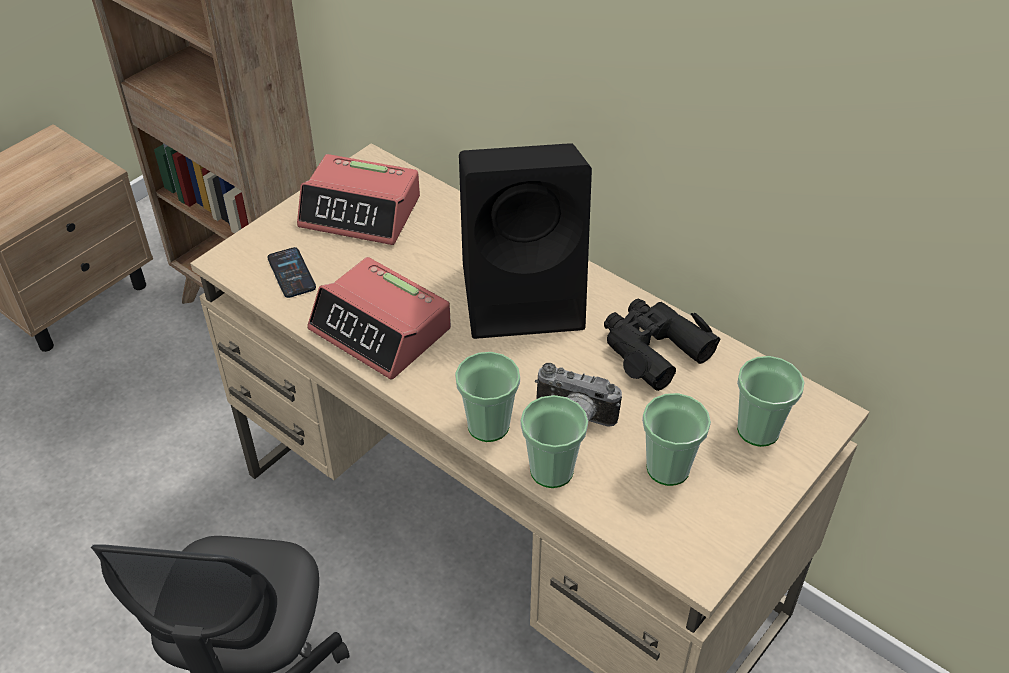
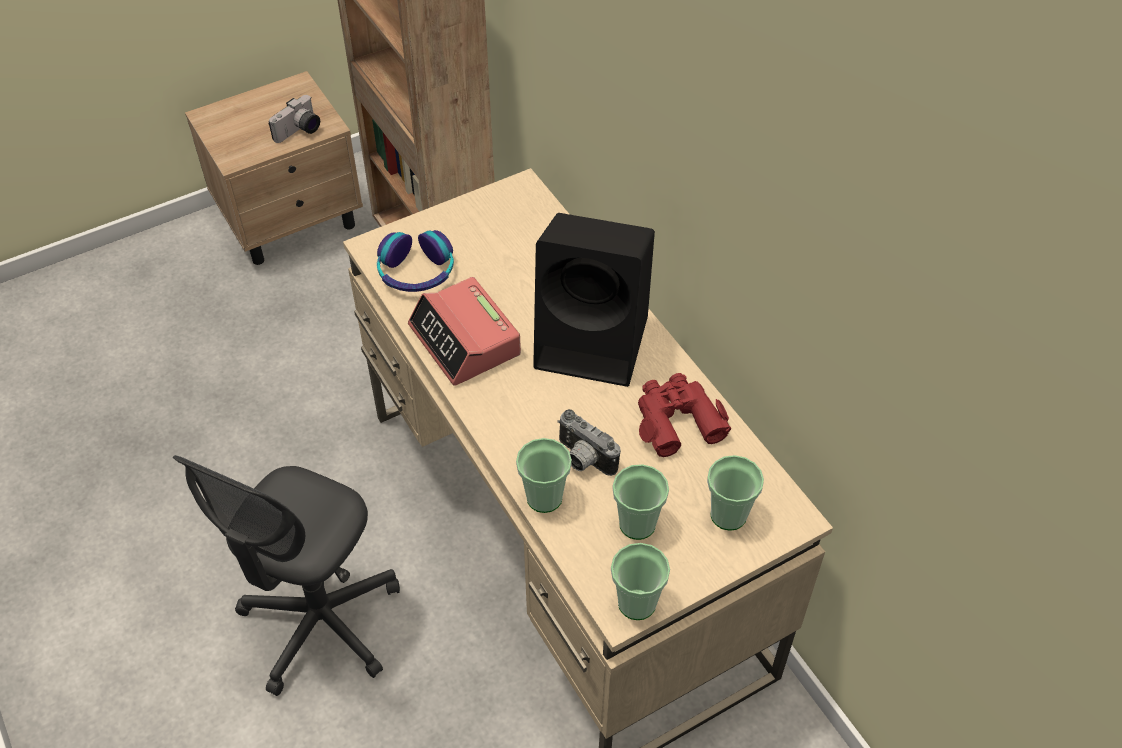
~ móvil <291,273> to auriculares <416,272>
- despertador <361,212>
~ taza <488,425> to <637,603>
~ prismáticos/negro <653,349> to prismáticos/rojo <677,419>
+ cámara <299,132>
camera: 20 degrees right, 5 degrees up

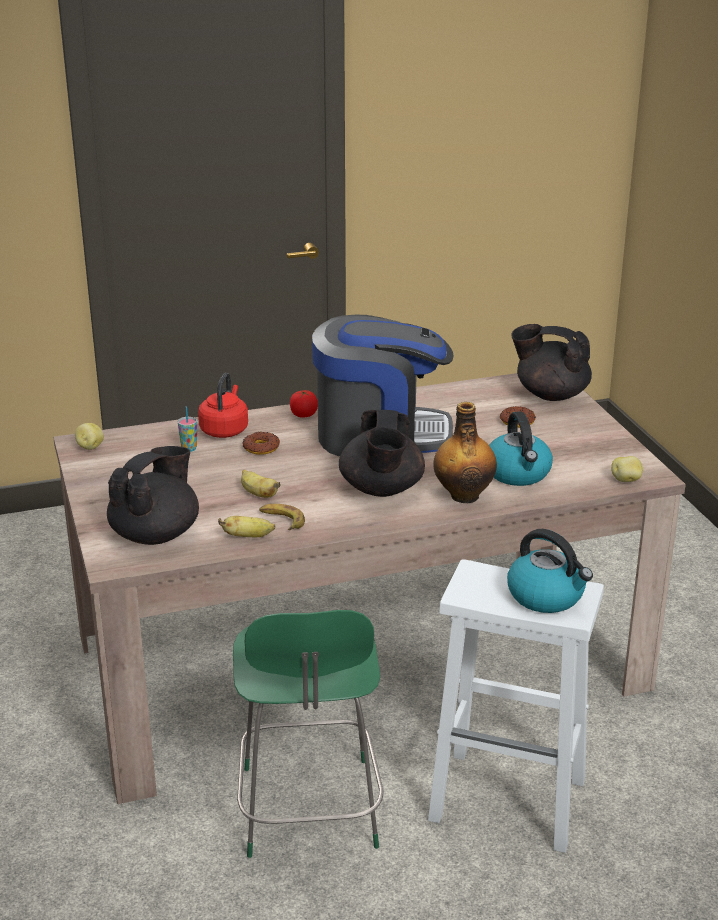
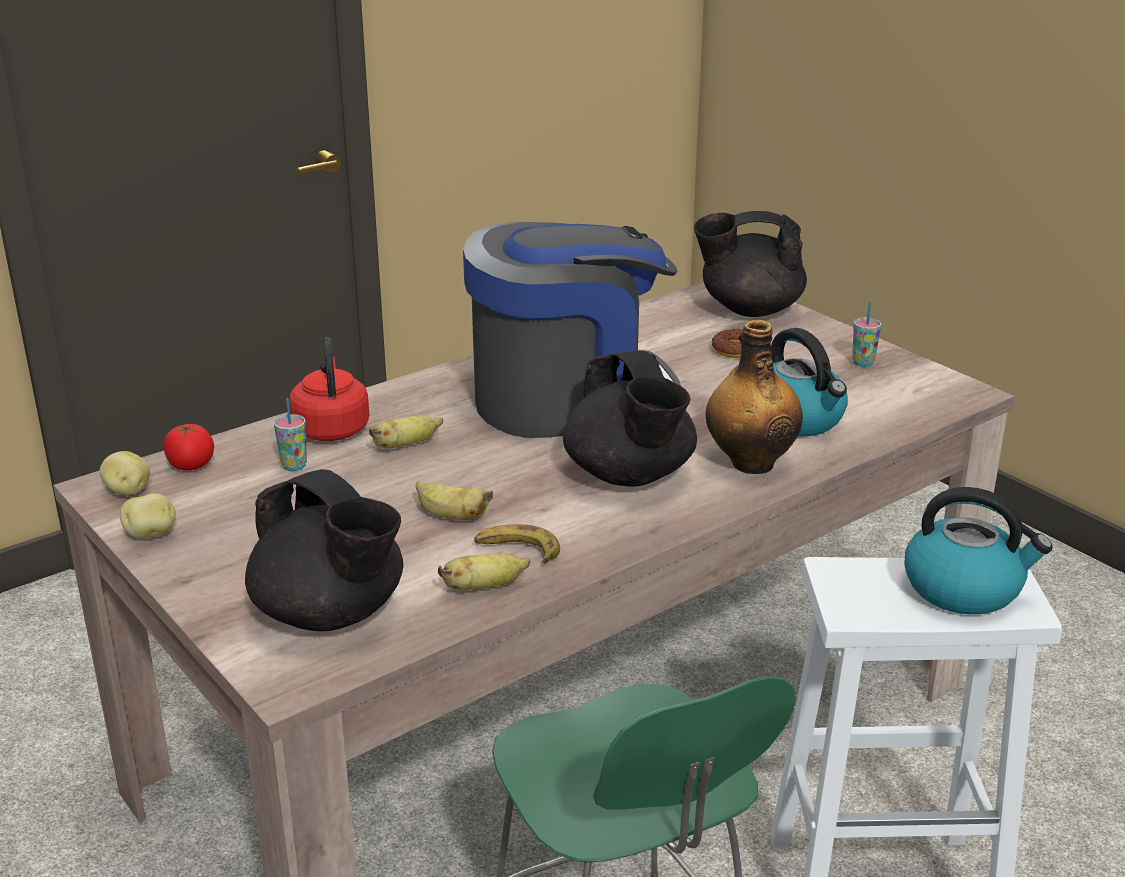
~ tetera/negro <156,534> = <331,614> 120 degrees clockwise
~ rosquilla <261,448> to plátano <406,445>
~ tomate <303,414> to <191,465>
~ patata <626,480> to <151,534>
+ taza <863,363>
camera: 20 degrees left, 0 degrees up

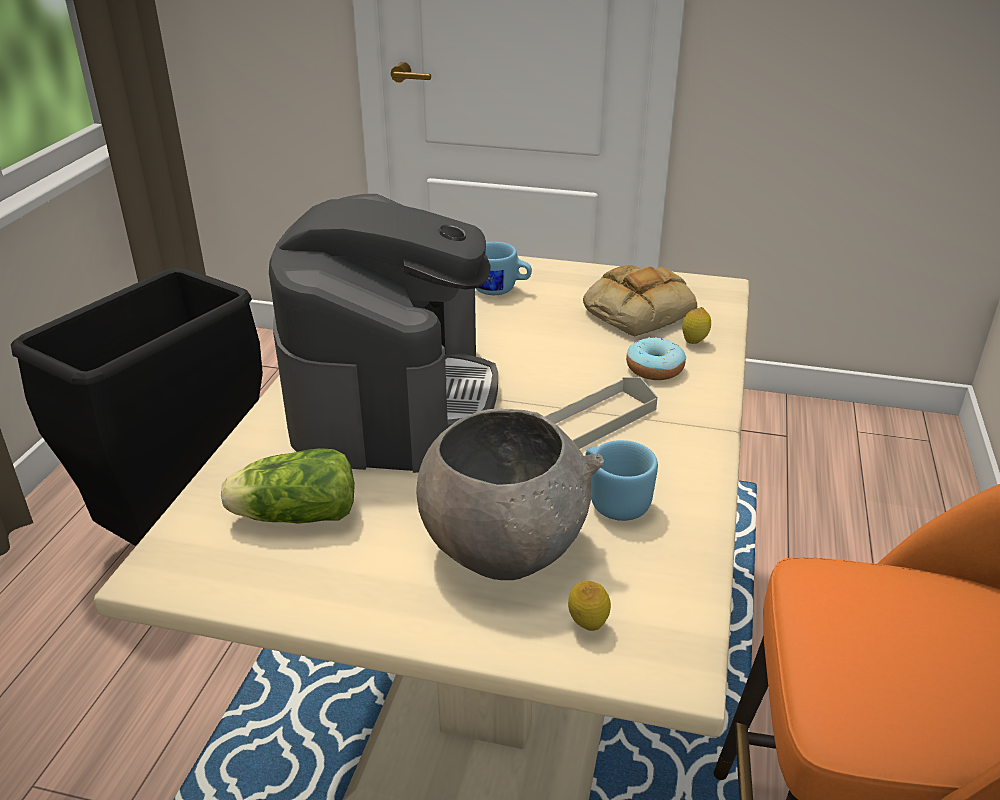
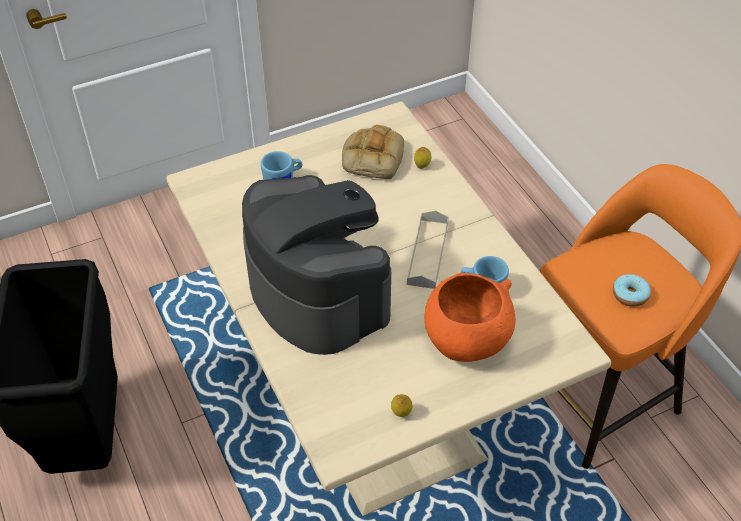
- lechuga <292,515>
~ cuenco/gris <503,548> to cuenco/naranja <466,342>
~ limón <587,626> to <401,414>
~ rosquilla <654,369> to <630,295>
camera: 40 degrees left, 15 degrees up

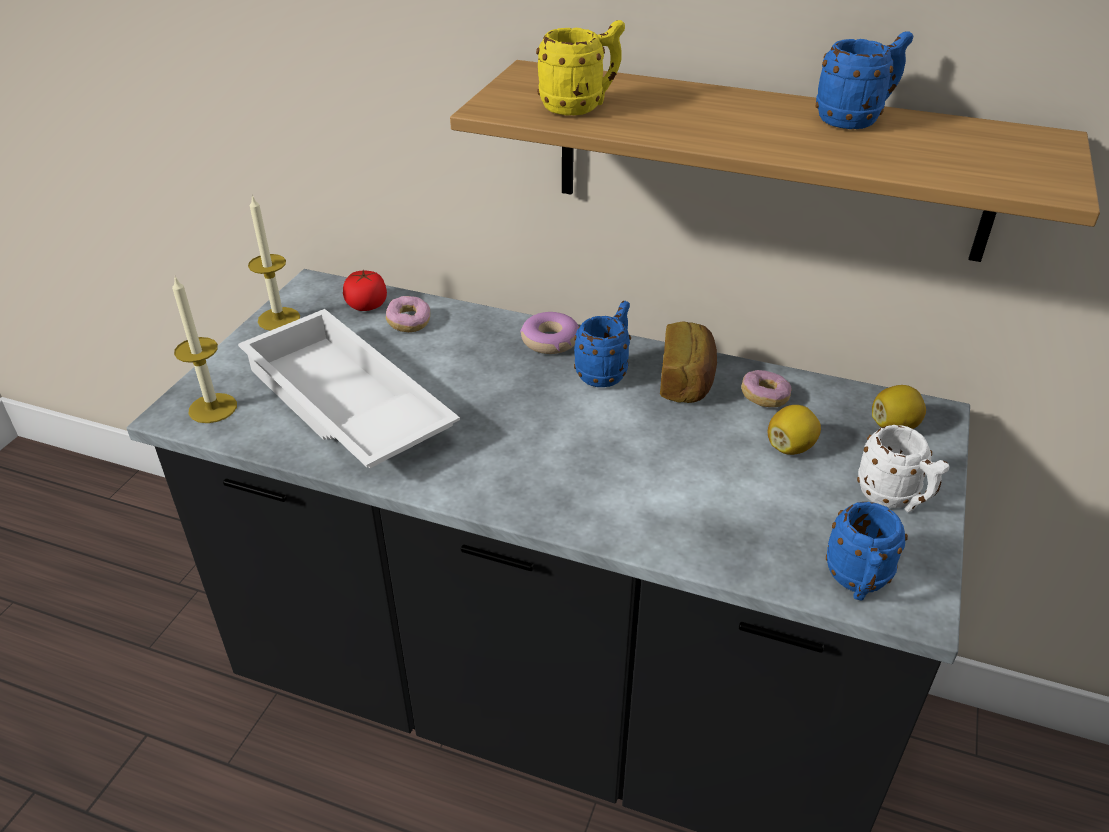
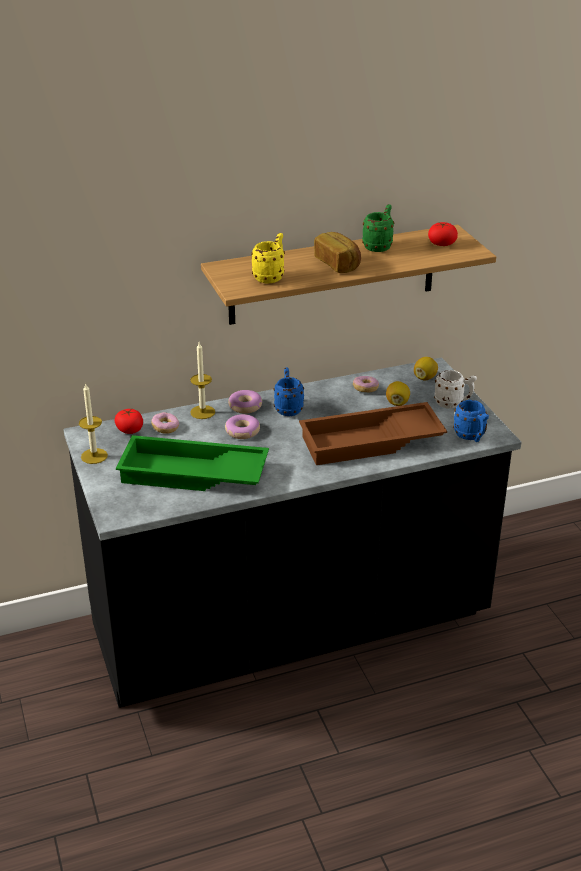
~ vela <213,408> to <202,412>
~ bandeja/blanco <343,406> to bandeja/verde <192,475>
~ pan <687,380> to <338,264>
~ taza grande/azul <856,120> to taza grande/verde <379,246>
+ rosquilla <242,431>
+ bandeja/marrón <371,443>
+ tomate <441,244>
camera: 40 degrees left, 5 degrees down

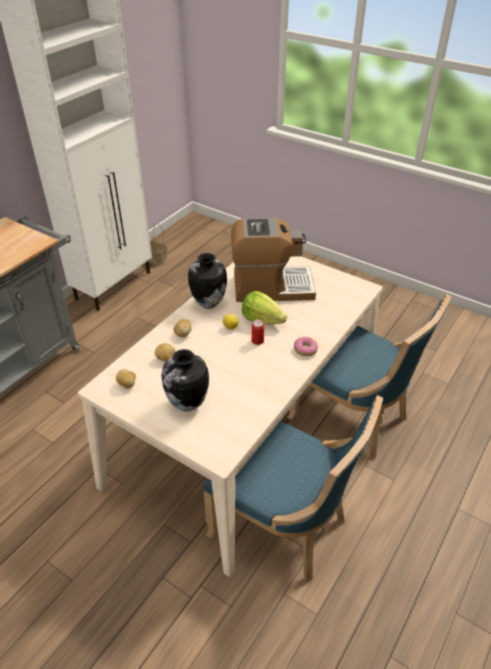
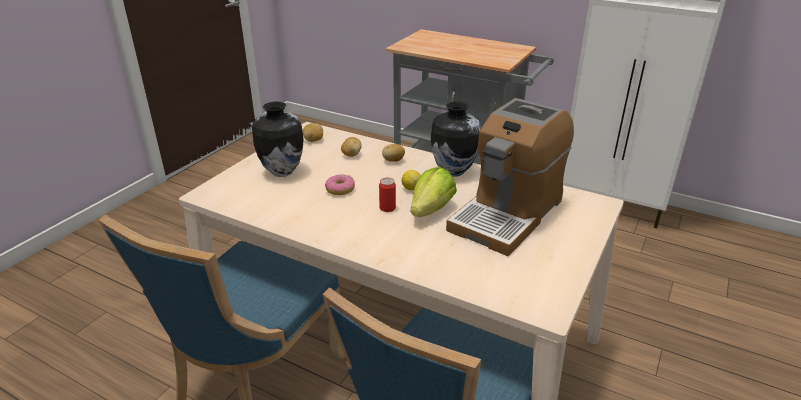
- cesta <157,259>
~ cafetera <271,287> = <507,214> 45 degrees clockwise
~ rosquilla <305,349> to <340,189>
camera: 85 degrees right, 10 degrees down

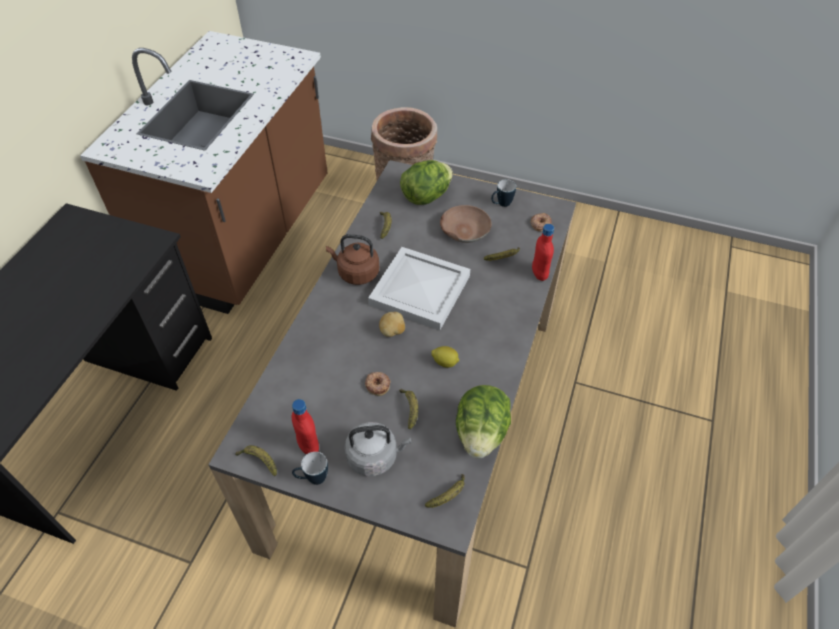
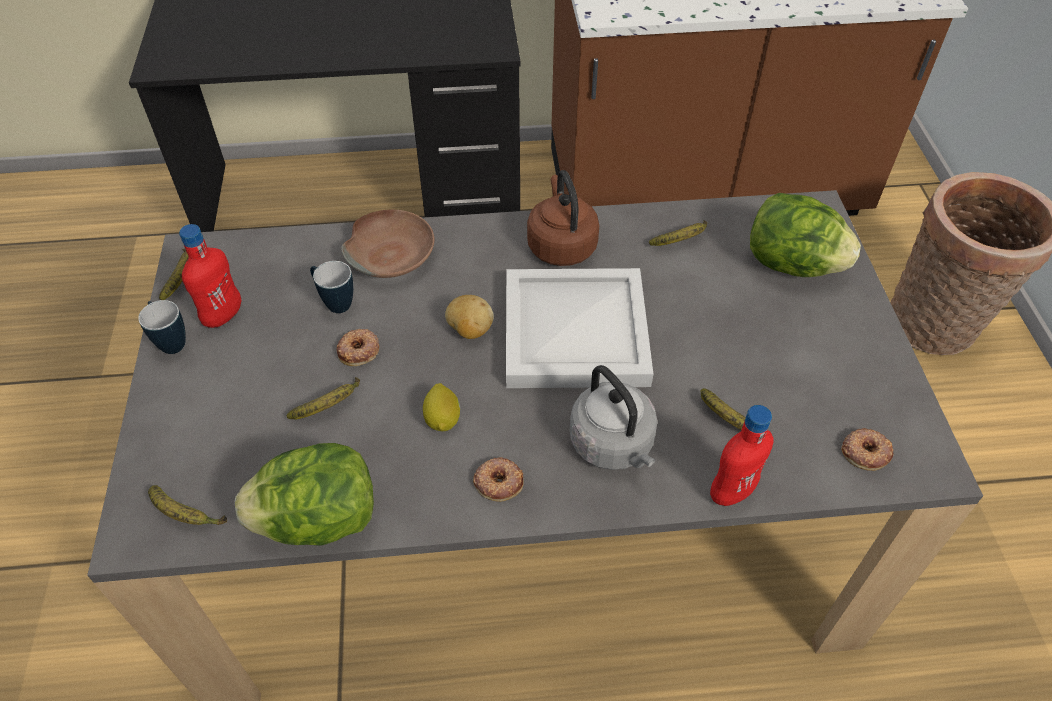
~ hervidor/gris <375,457> to <614,445>
~ cuenco/marrón <464,230> to <391,255>
~ taza grande <501,204> to <334,303>
+ rosquilla <498,481>
camera: 65 degrees right, 0 degrees up

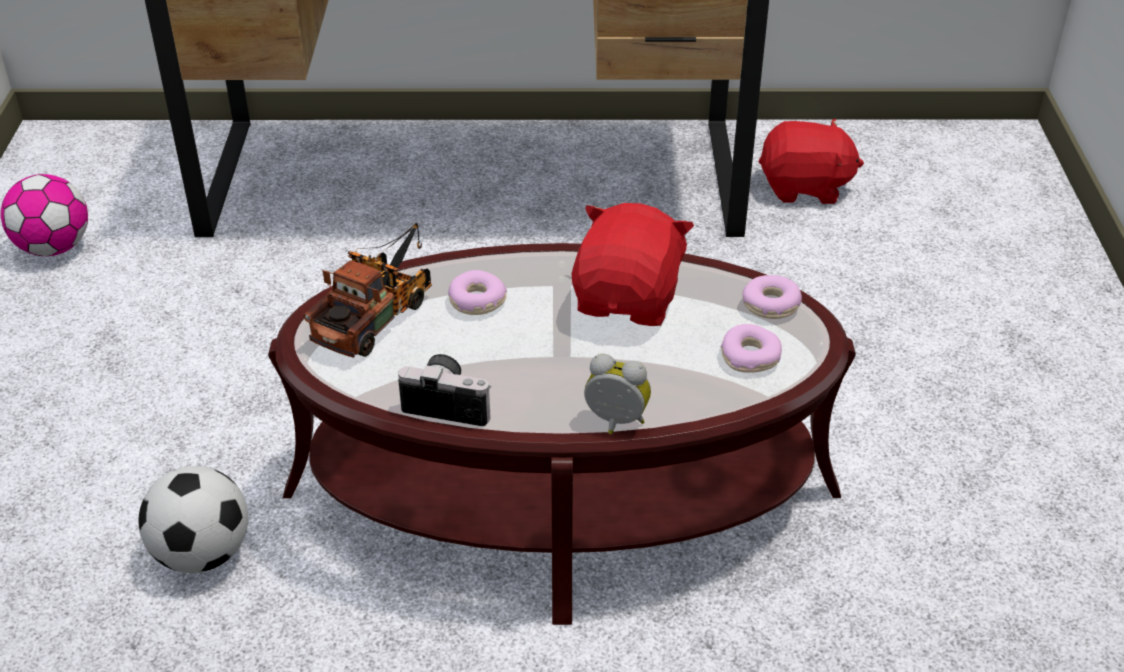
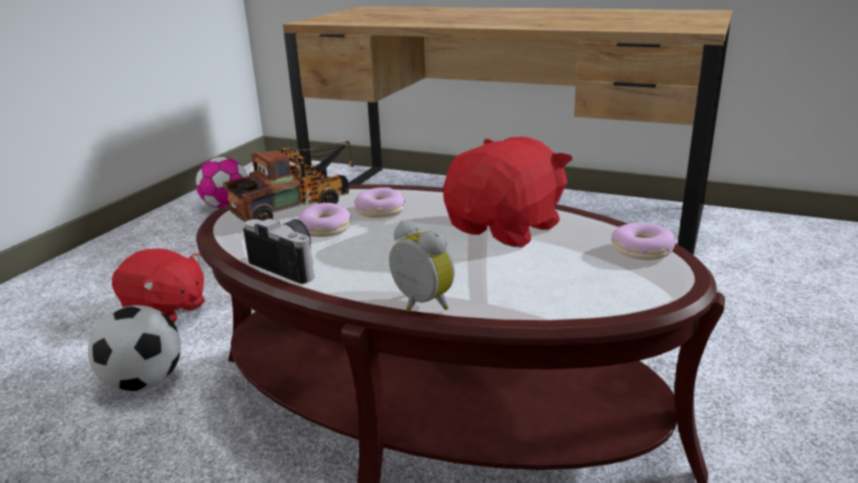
~ rosquilla <750,357> to <326,229>
~ peluche/rojo <804,188> to <165,311>
camera: 25 degrees right, 15 degrees down

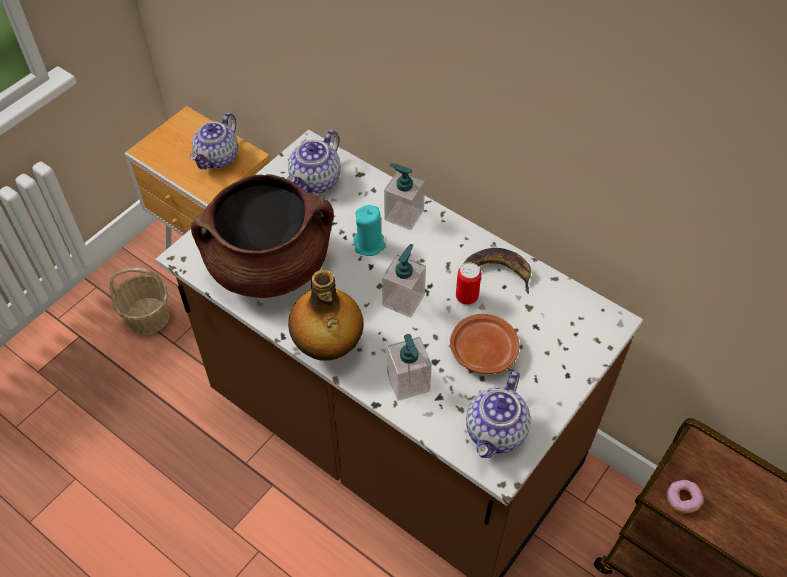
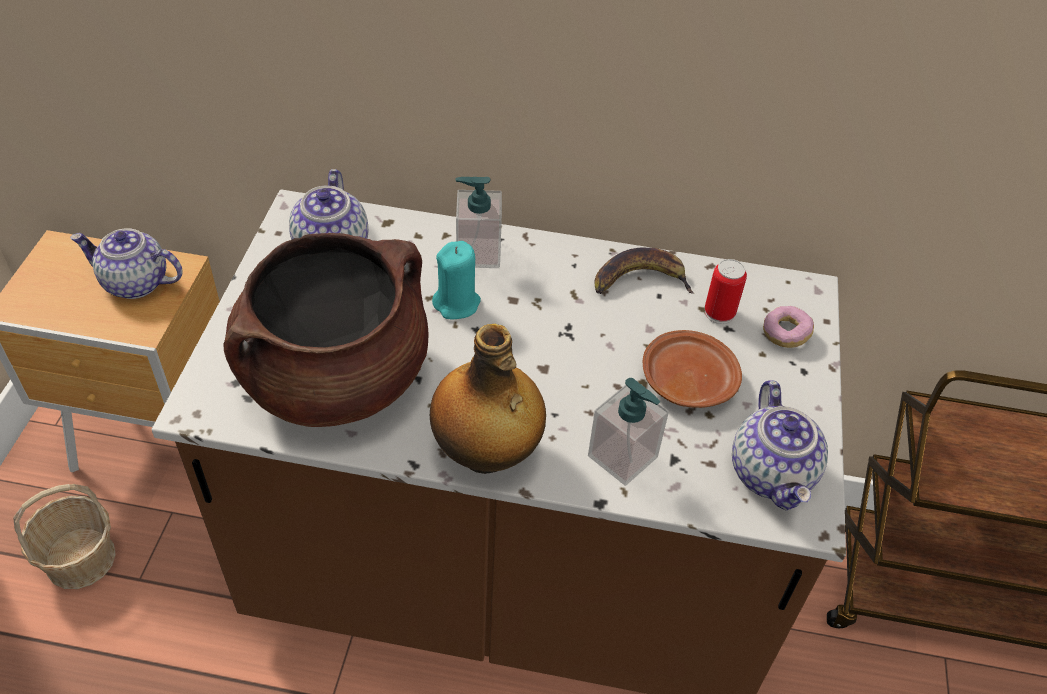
~ tetera <218,158> = <134,283> 105 degrees clockwise
- dispensador de jabón <403,300>
~ lata <466,297> to <719,313>
~ rosquilla <682,500> to <785,334>
camera: 30 degrees left, 5 degrees down

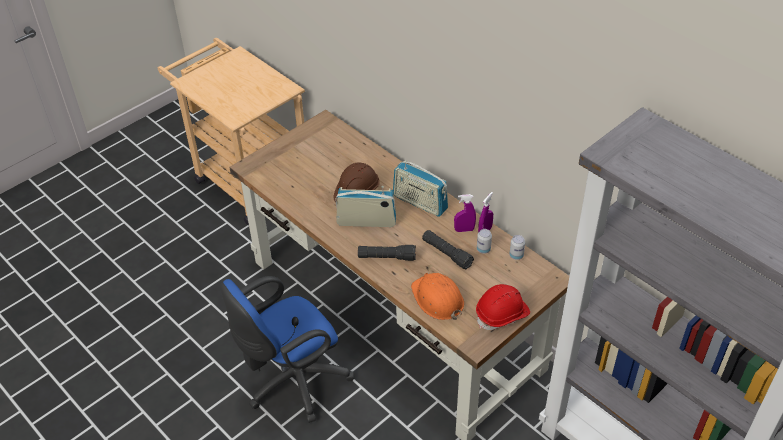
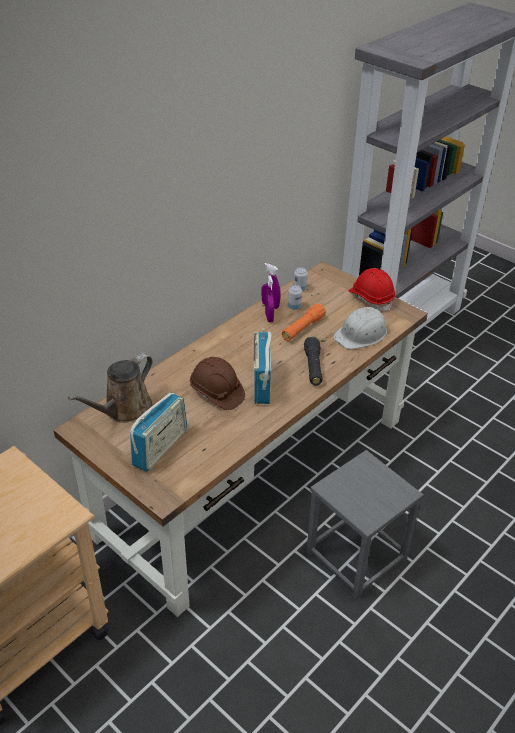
~ silla de oficina/azul <293,382> to taburete/gris <356,556>
~ radio <420,203> to <160,448>
~ casco/naranja <437,299> to casco/blanco <361,334>
~ linterna/negro <447,254> to linterna/naranja <303,328>
+ regadera/marrón <124,409>
camera: 95 degrees left, 5 degrees down

